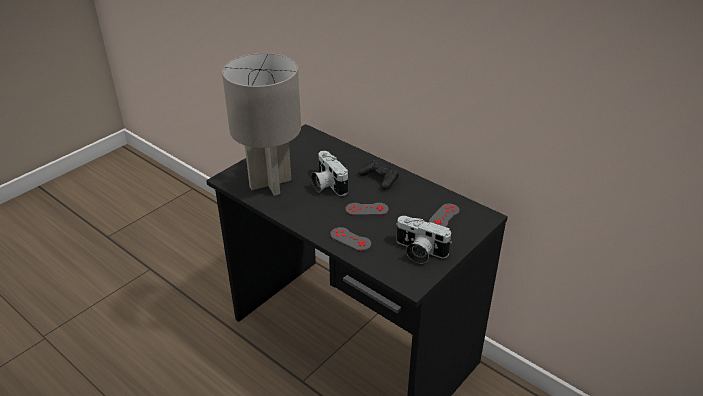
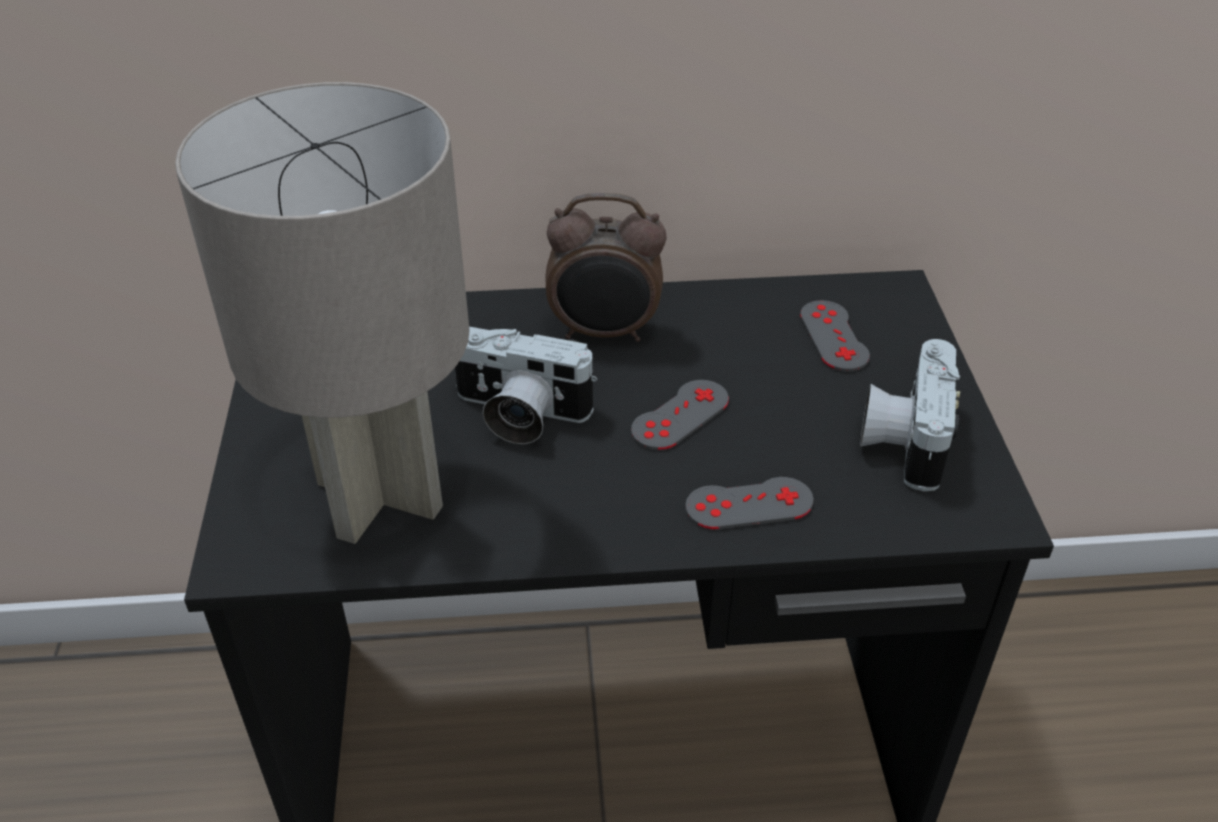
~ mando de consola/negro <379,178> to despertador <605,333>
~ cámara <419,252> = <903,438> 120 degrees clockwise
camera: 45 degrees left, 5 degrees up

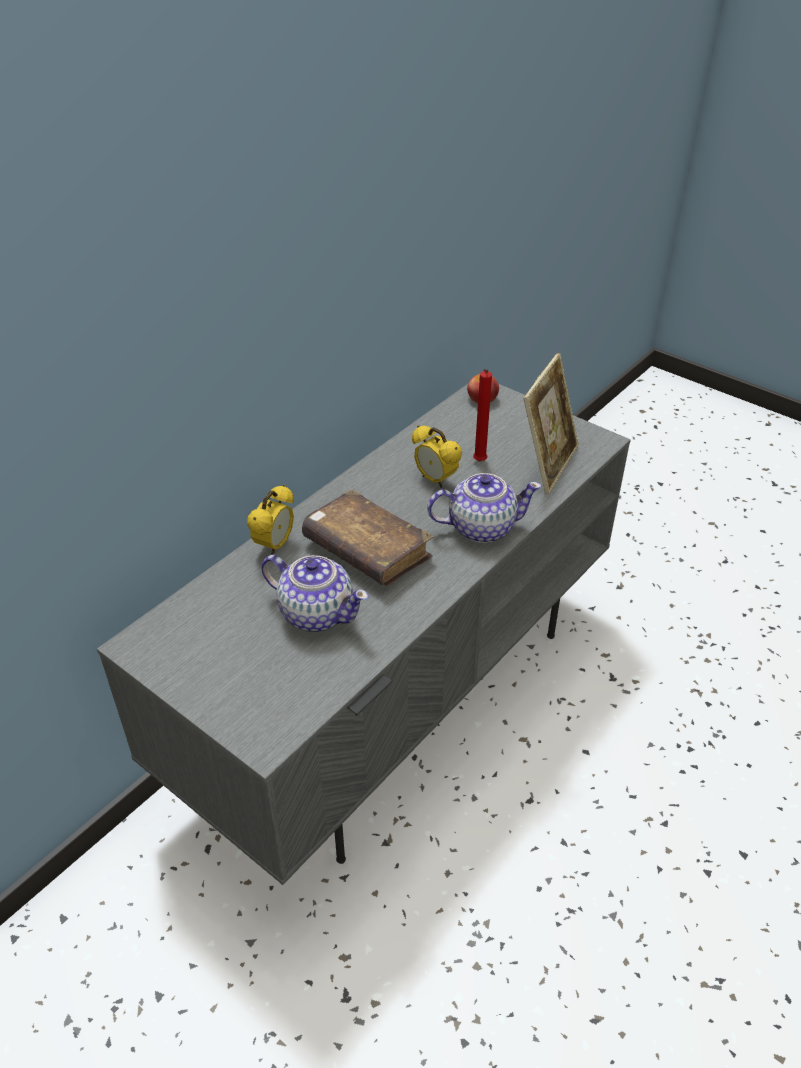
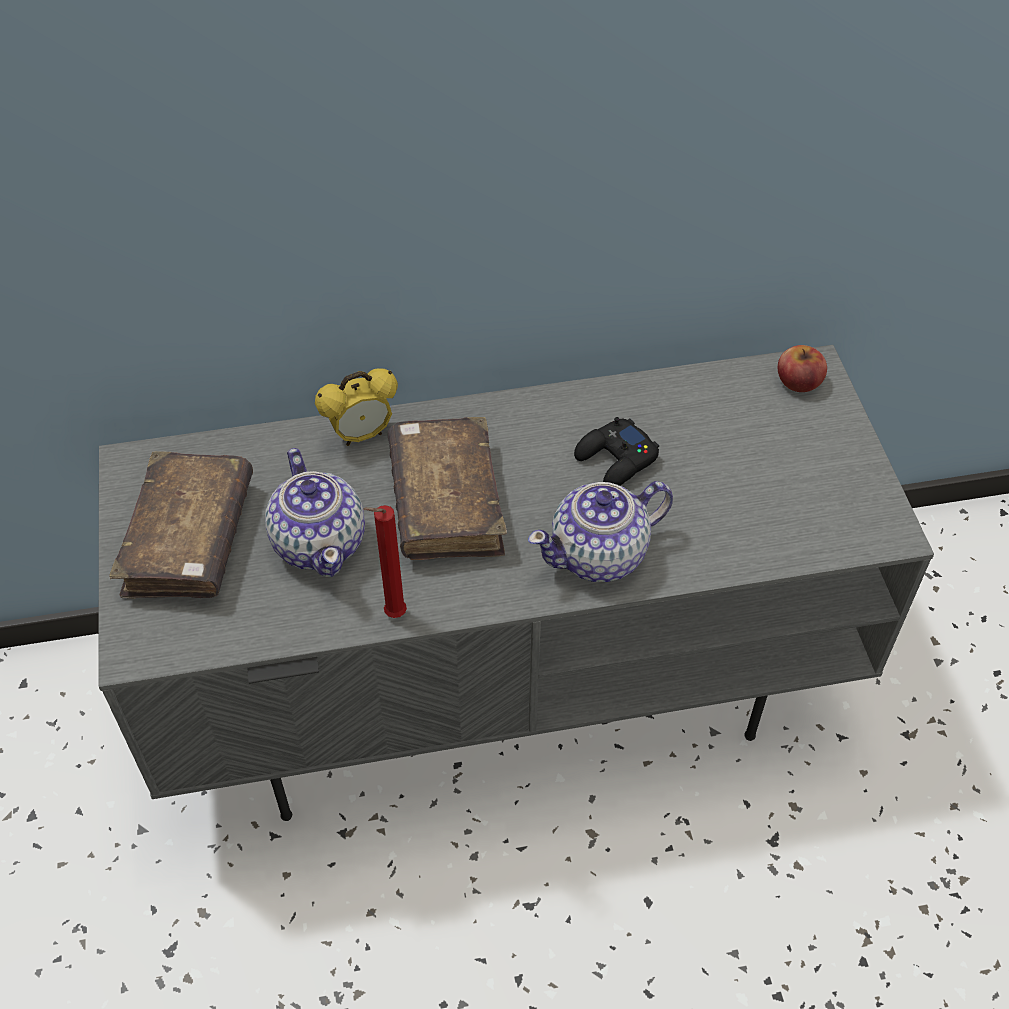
~ despertador <435,480> to mando de consola/negro <616,460>
~ tetera <481,527> = <600,554> 120 degrees clockwise
~ vela/rojo <479,462> to <392,615>
- portarretratos <547,464>
+ libro/marrón <189,539>
camera: 40 degrees right, 10 degrees up

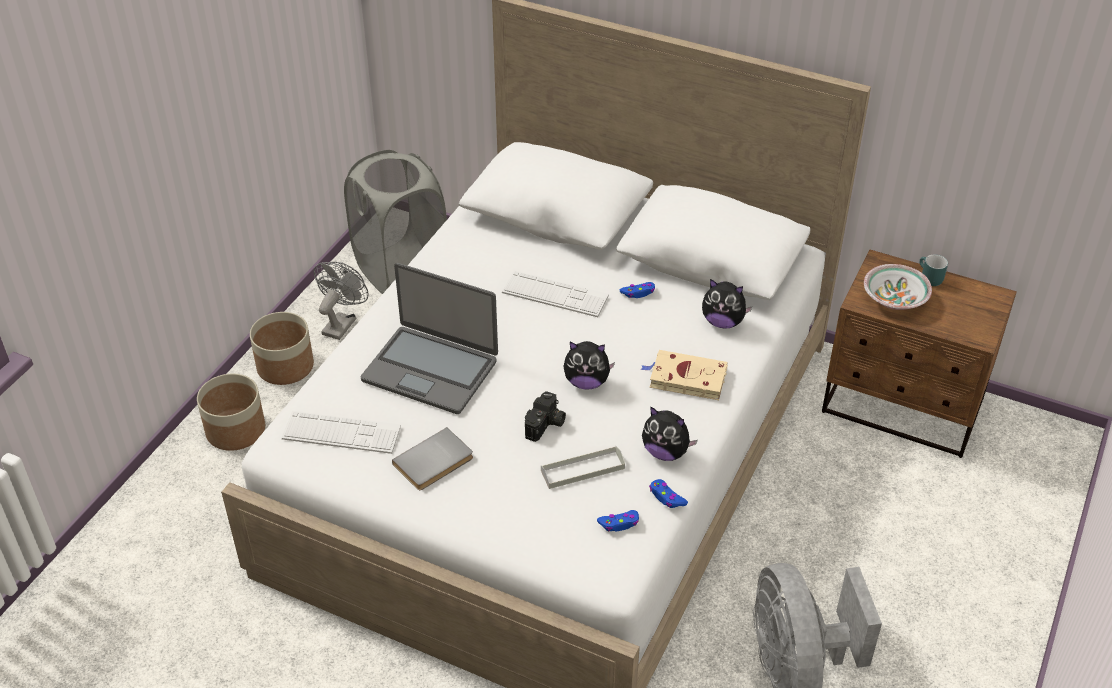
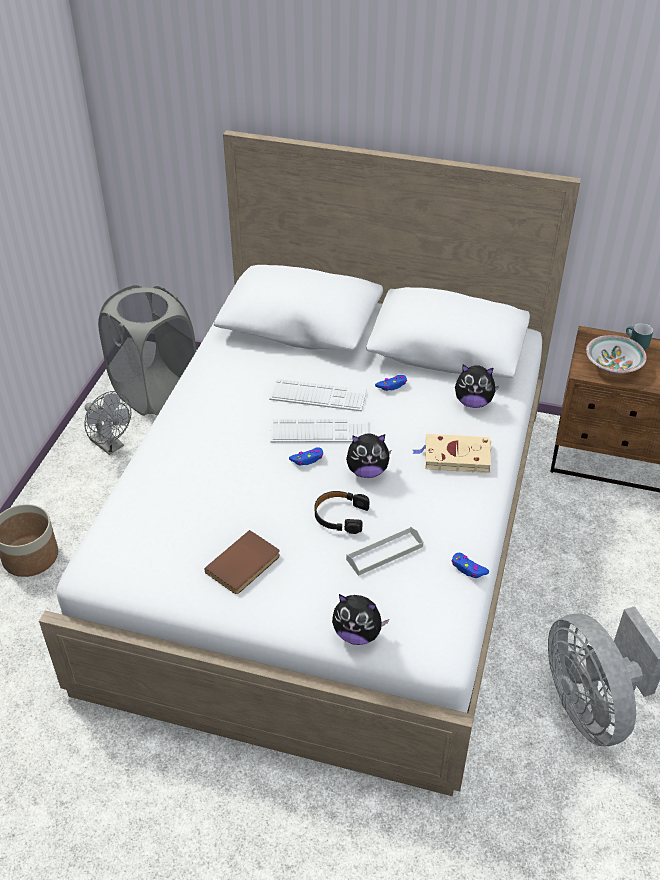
- maceta <285,366>
~ teclado <341,433> to <319,431>
~ ventilador/gris <341,323> = <111,446> 120 degrees clockwise
- portátil <431,370>
~ libro/gris <435,462> to libro/marrón <245,565>
~ cámara <546,425> to auriculares/negro <340,516>
~ mando de consola/azul <619,524> to <307,459>
~ peluche <665,452> to <357,634>
camera: 10 degrees left, 0 degrees up

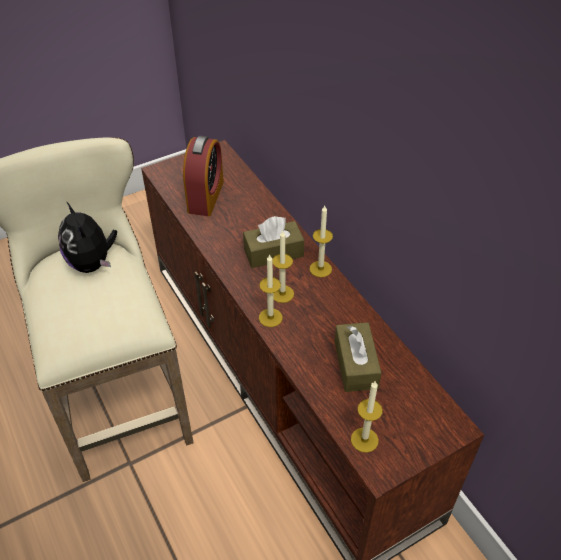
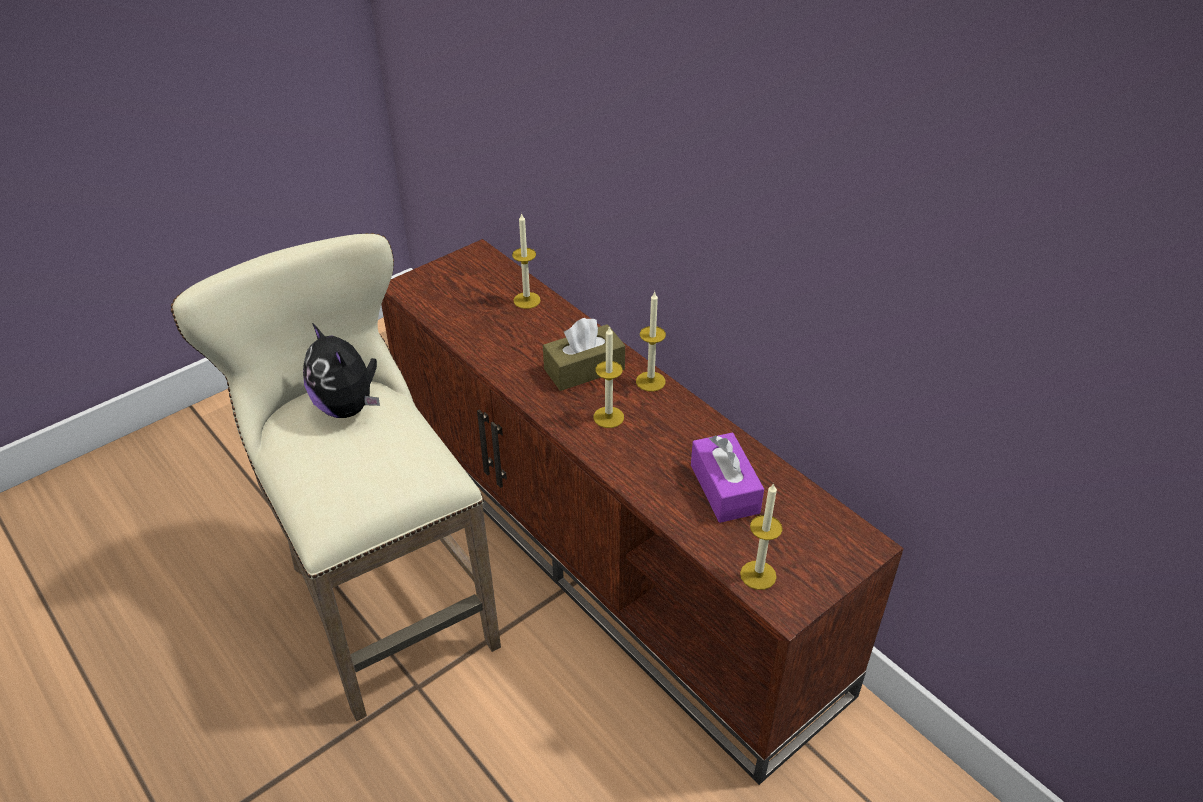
- despertador <206,196>
~ vela <270,317> to <526,300>
~ caja de pañuelos/marrón <355,364> to caja de pañuelos/morado <724,489>
camera: 10 degrees left, 5 degrees down

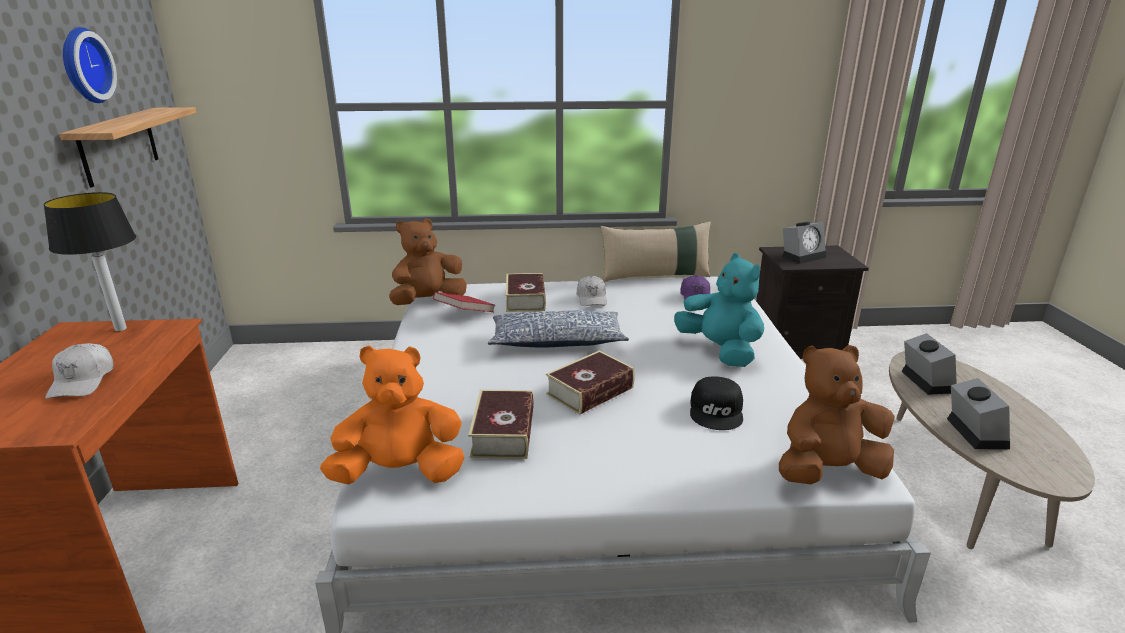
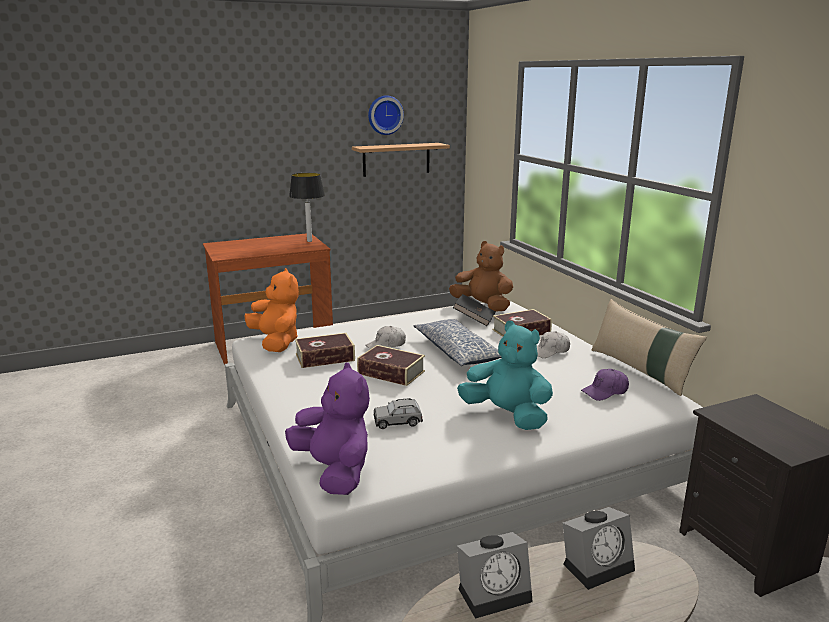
~ gorra/blanco <83,381> to <386,345>
~ libro/rojo <465,314> to libro/negro <474,319>
~ peluche/turquesa <719,351> = <507,416> 90 degrees counterclockwise
~ gorra/negro <717,411> to coche de juguete/gris <398,422>
~ peluche/marrón <827,471> to peluche/morado <334,472>
- despertador <803,256>
camera: 70 degrees right, 5 degrees down

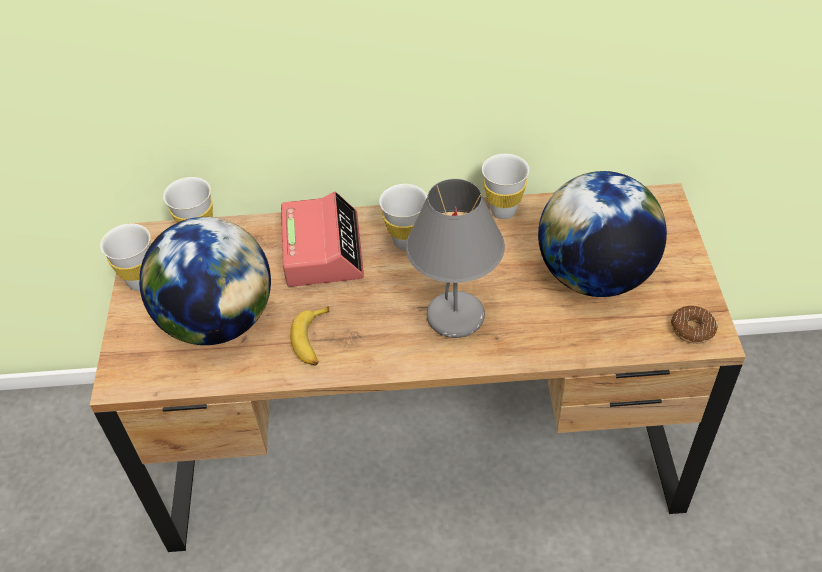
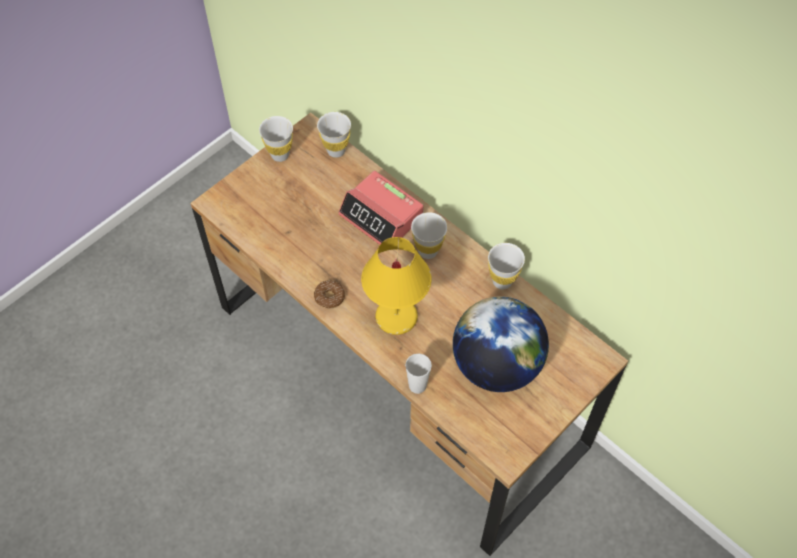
- globo terráqueo <218,321>
~ despertador <322,250> = <381,216> 90 degrees clockwise
- plátano <313,341>
~ lámpara de mesa/gris <456,318> to lámpara de mesa/amarillo <396,318>
~ rosquilla <692,329> to <329,297>
+ taza <417,385>
camera: 45 degrees right, 10 degrees up

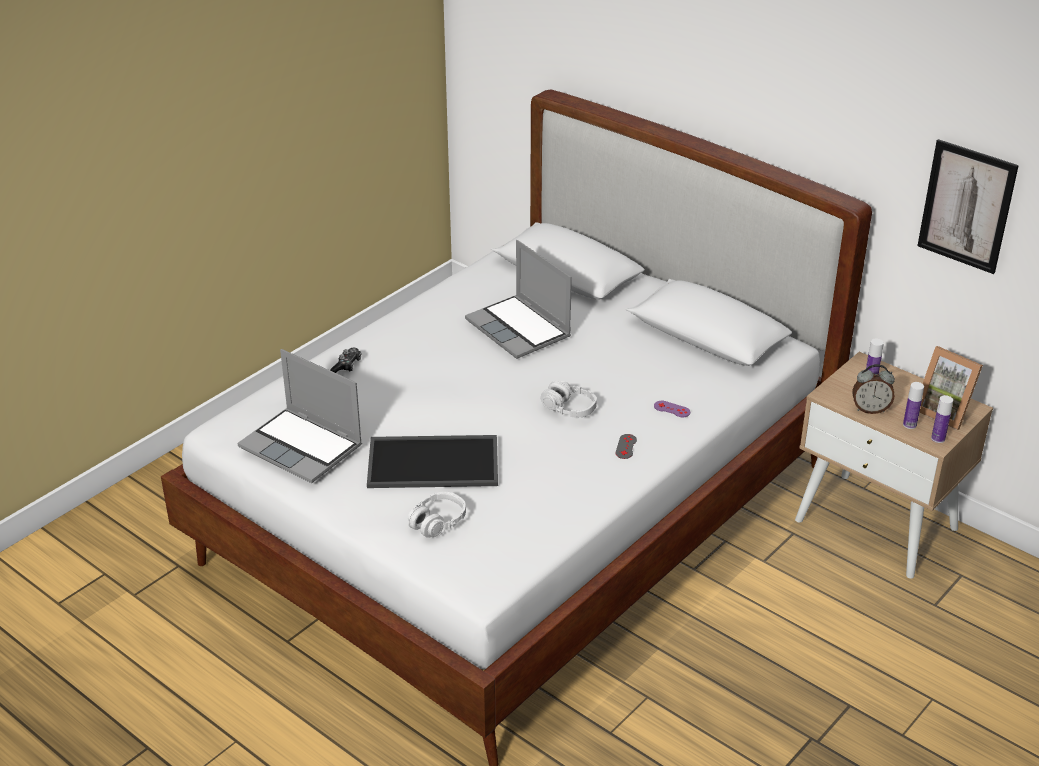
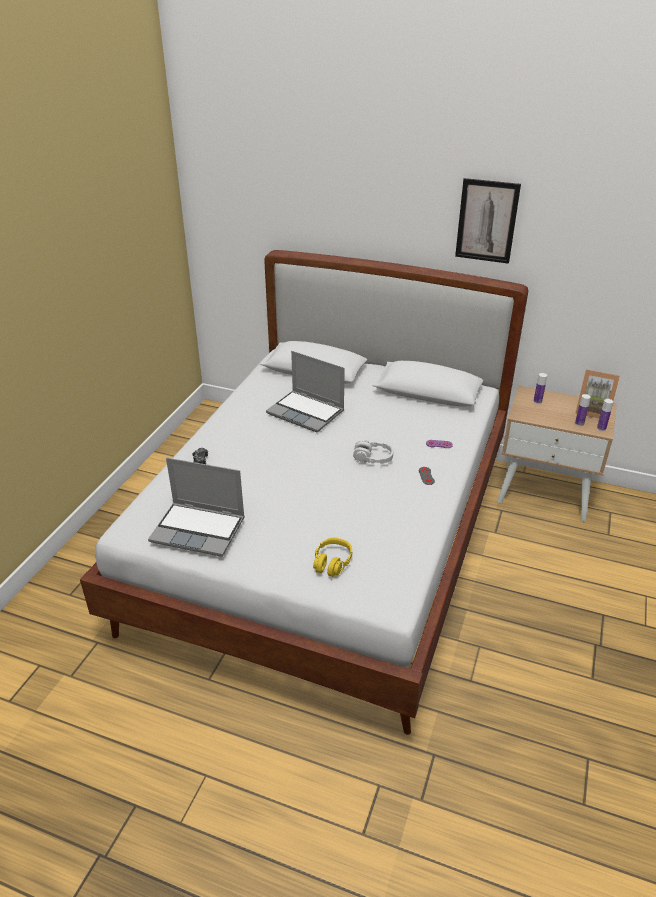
- bandeja <434,461>
~ auriculares/gris <437,522> to auriculares/amarillo <332,562>
- despertador <870,409>
~ cuadro <966,206> to <487,221>
camera: 20 degrees left, 0 degrees up

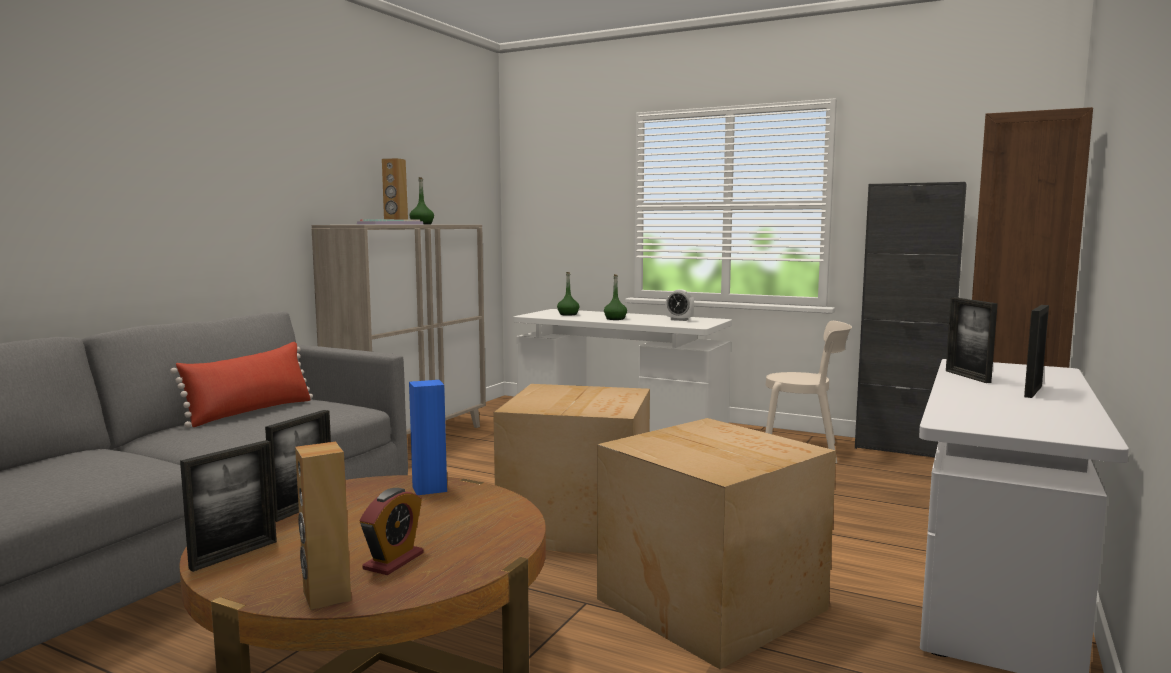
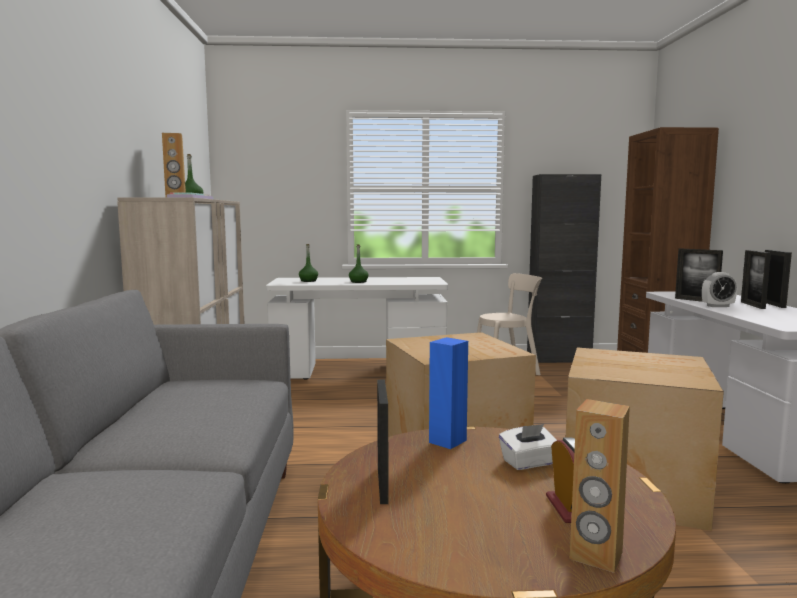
- cojín/rojo <251,412>
~ portarretratos <234,555> to <772,304>
~ despertador <679,320> to <718,306>
+ caja de pañuelos/blanco <529,463>
camera: 30 degrees left, 0 degrees up

